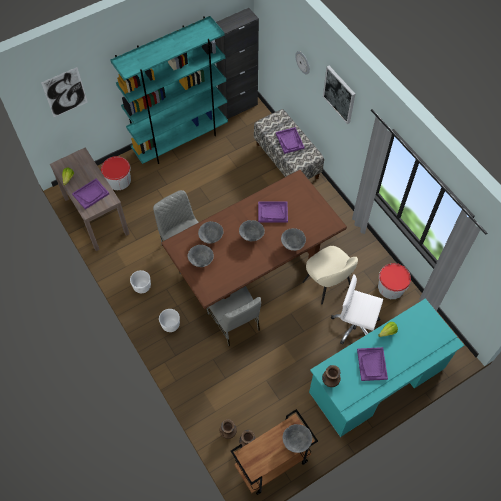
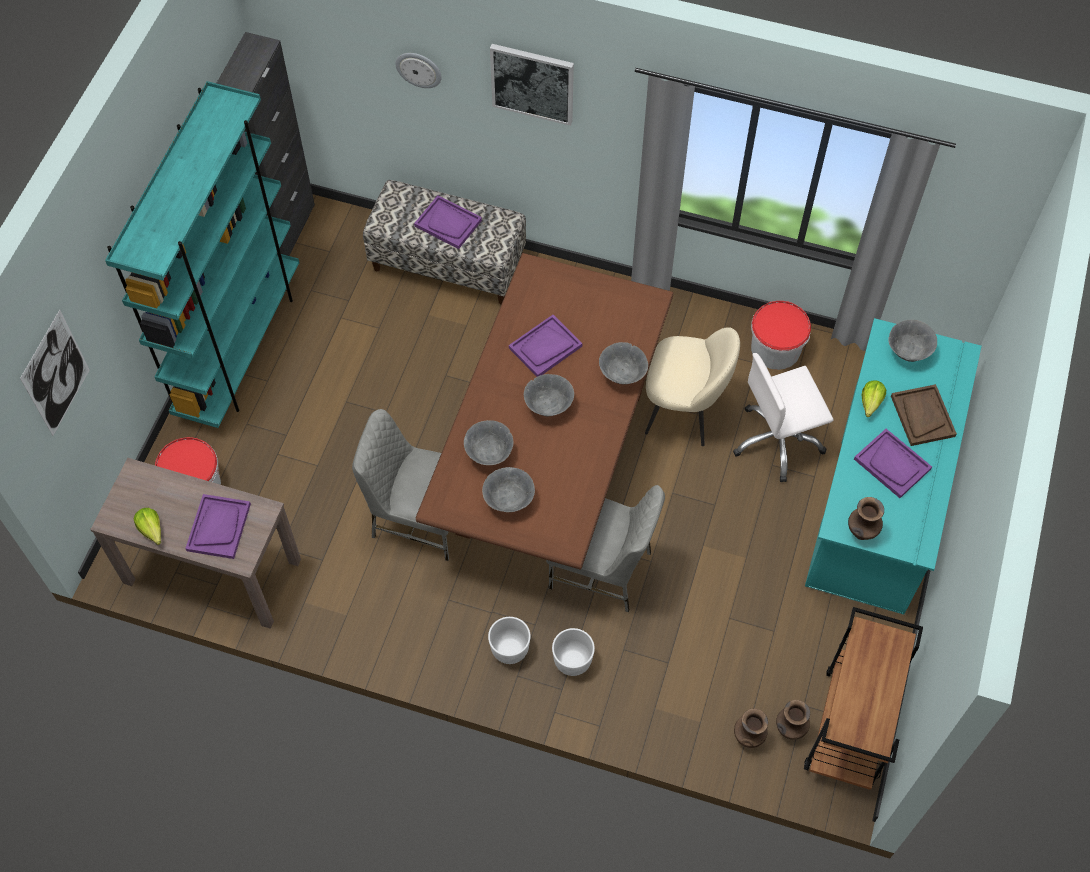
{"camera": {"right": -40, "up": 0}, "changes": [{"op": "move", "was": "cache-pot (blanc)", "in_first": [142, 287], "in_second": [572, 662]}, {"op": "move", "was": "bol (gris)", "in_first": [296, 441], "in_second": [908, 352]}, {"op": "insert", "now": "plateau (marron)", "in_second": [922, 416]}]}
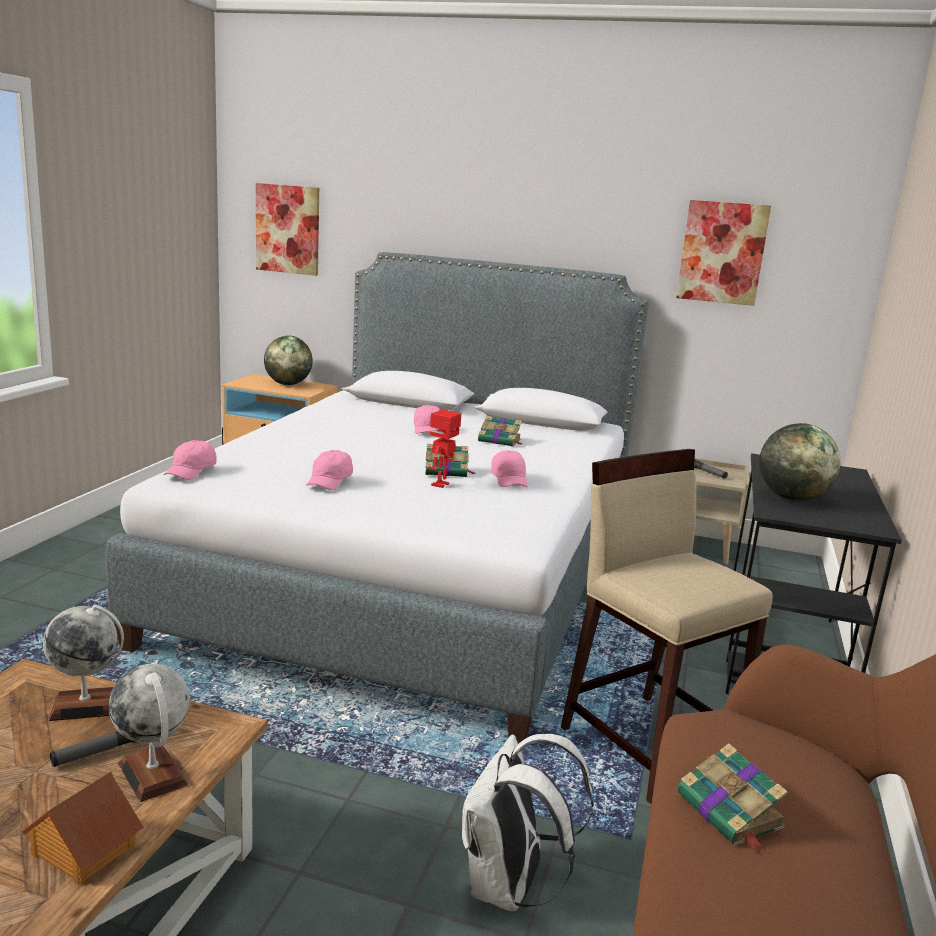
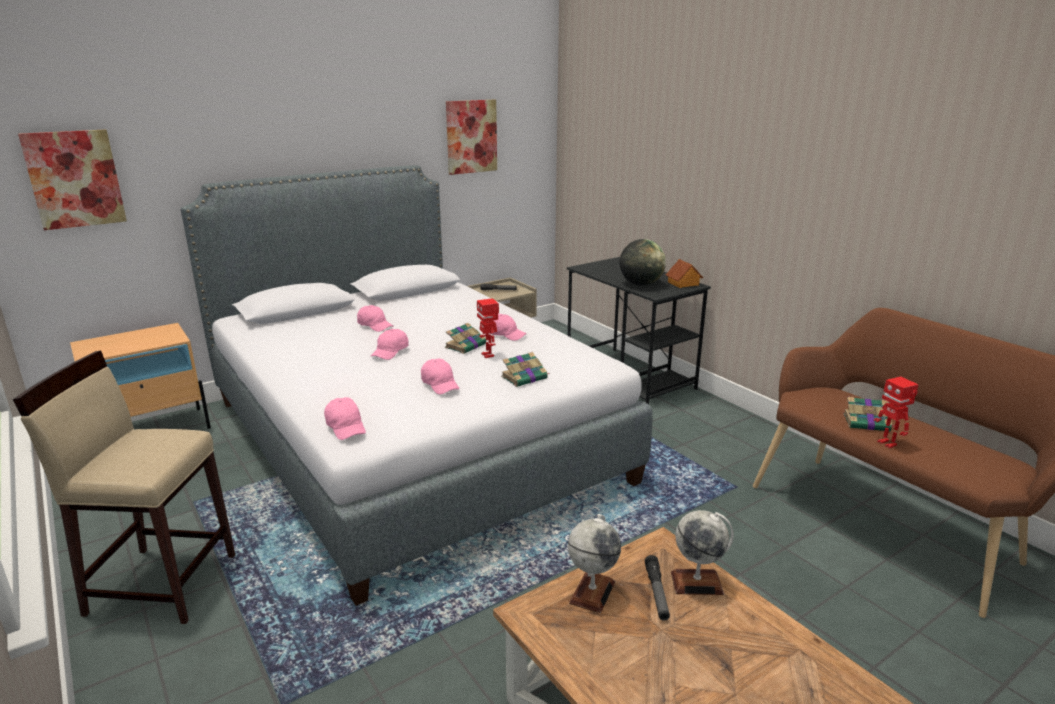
{"camera": {"right": -50, "up": 5}, "changes": [{"op": "delete", "was": "globe", "in_first": [288, 384]}, {"op": "move", "was": "livre", "in_first": [500, 440], "in_second": [525, 377]}, {"op": "move", "was": "tabouret (beige)", "in_first": [648, 744], "in_second": [162, 583]}, {"op": "delete", "was": "sac à dos (blanc)", "in_first": [509, 887]}, {"op": "move", "was": "maison miniature", "in_first": [83, 849], "in_second": [683, 284]}, {"op": "insert", "now": "casquette (rose)", "in_second": [390, 352]}, {"op": "insert", "now": "robot jouet", "in_second": [887, 443]}]}
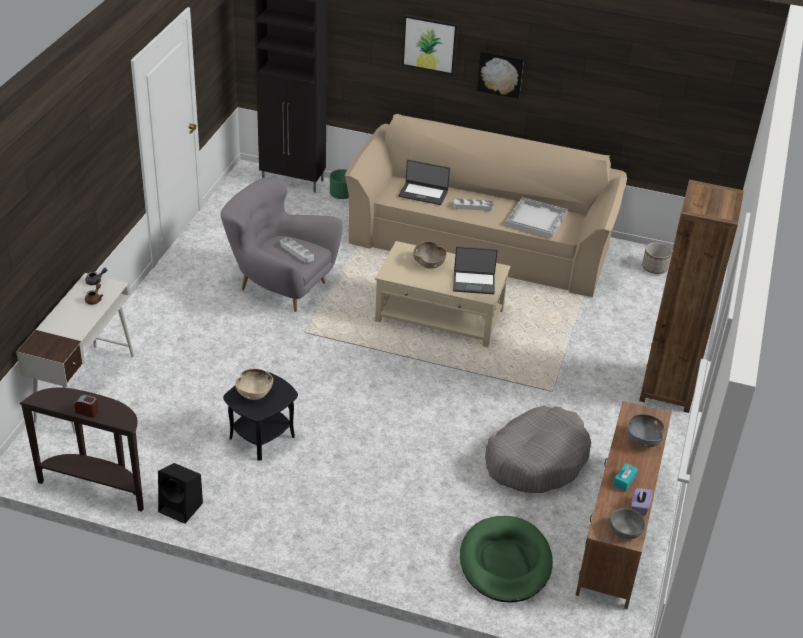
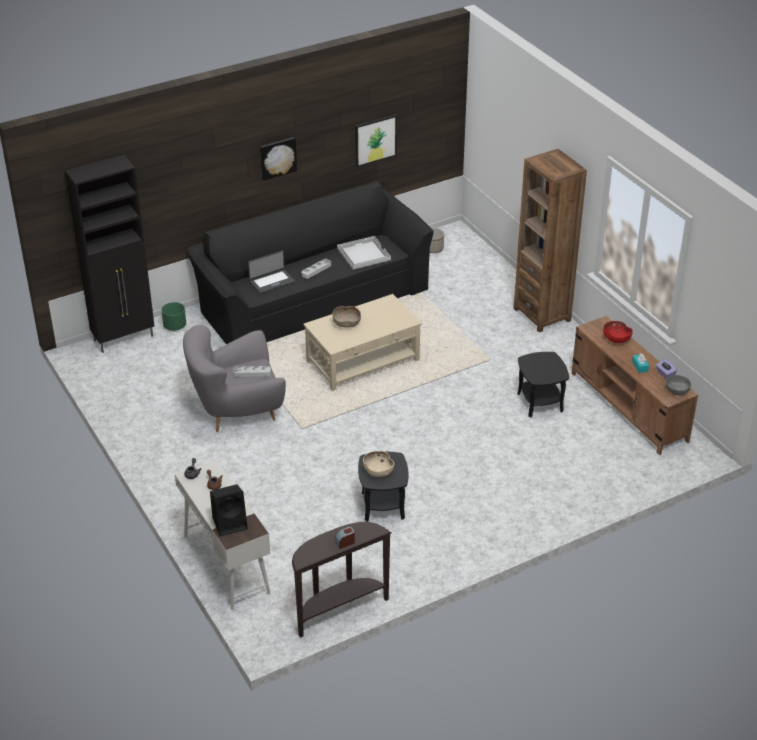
{"camera": {"right": -45, "up": 0}, "changes": [{"op": "move", "was": "tableau", "in_first": [429, 44], "in_second": [375, 140]}, {"op": "recolor", "was": "canapé (beige)", "now": "canapé (noir)", "in_first": [481, 240], "in_second": [311, 297]}, {"op": "delete", "was": "ordinateur portable", "in_first": [474, 283]}, {"op": "replace", "was": "panier pour chien (gris)", "now": "table d'appoint (noir)", "in_first": [536, 460], "in_second": [540, 402]}, {"op": "recolor", "was": "bol (gris)", "now": "bol (rouge)", "in_first": [643, 439], "in_second": [616, 339]}, {"op": "move", "was": "enceinte (noir)", "in_first": [182, 507], "in_second": [230, 523]}, {"op": "delete", "was": "panier pour chien (vert)", "in_first": [505, 562]}]}
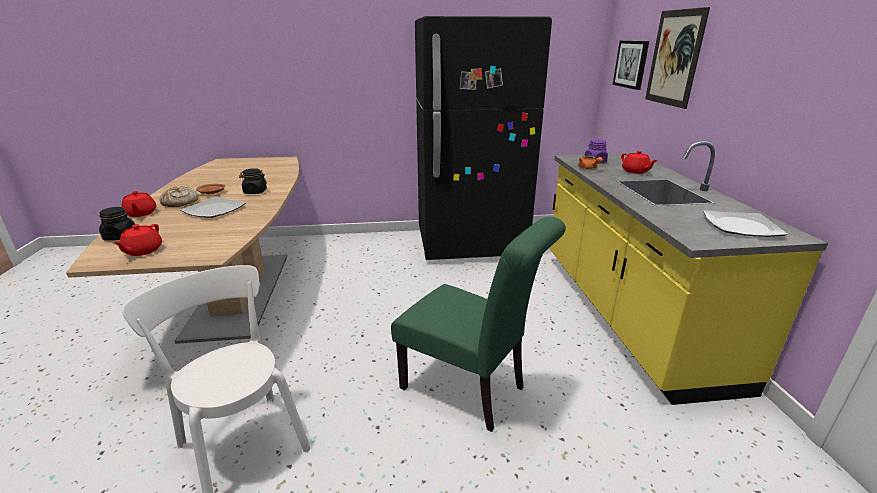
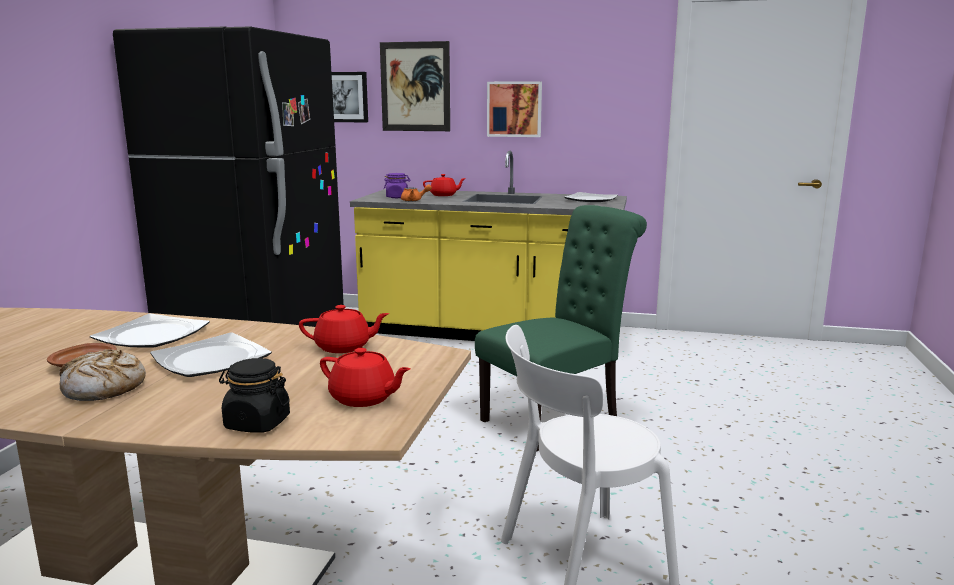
{"camera": {"right": -70, "up": -10}, "changes": [{"op": "replace", "was": "bocal (noir)", "now": "assiette", "in_first": [255, 192], "in_second": [152, 335]}, {"op": "move", "was": "théière (rouge)", "in_first": [140, 213], "in_second": [344, 347]}, {"op": "insert", "now": "tableau", "in_second": [514, 109]}]}
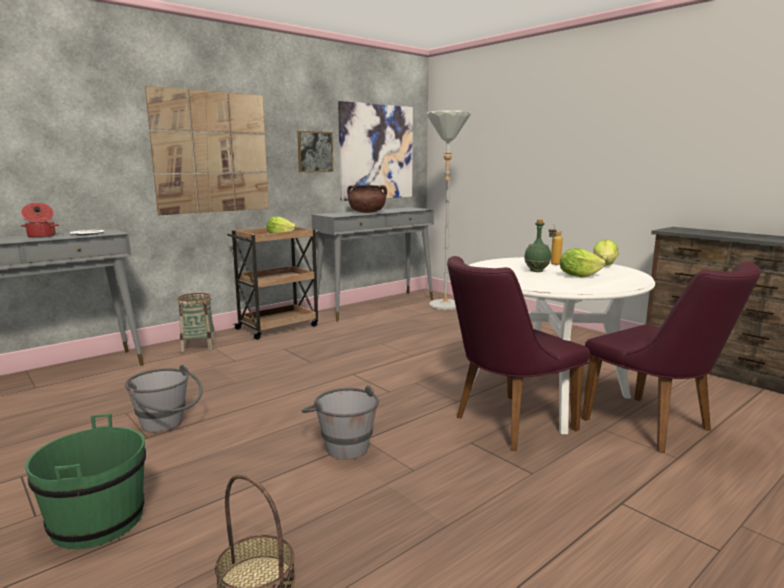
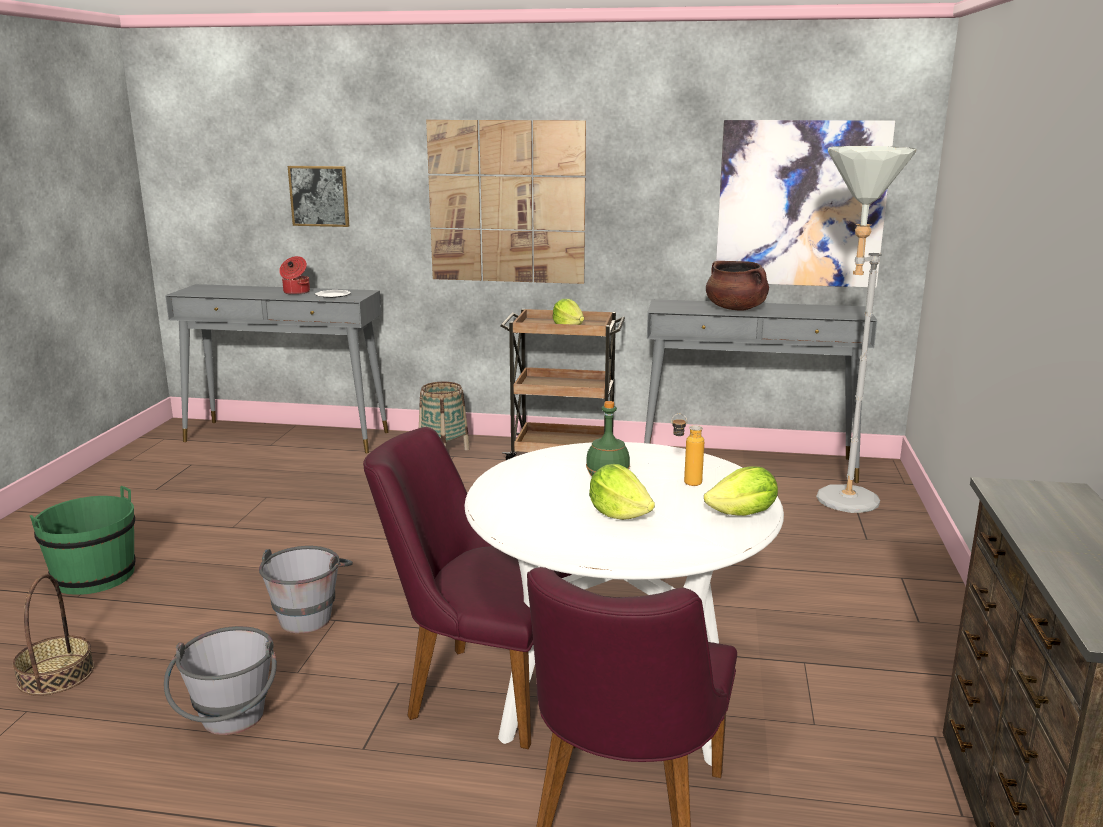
{"camera": {"right": 50, "up": 5}, "changes": [{"op": "move", "was": "tableau", "in_first": [315, 151], "in_second": [319, 196]}, {"op": "move", "was": "seau (gris)", "in_first": [167, 426], "in_second": [230, 724]}]}
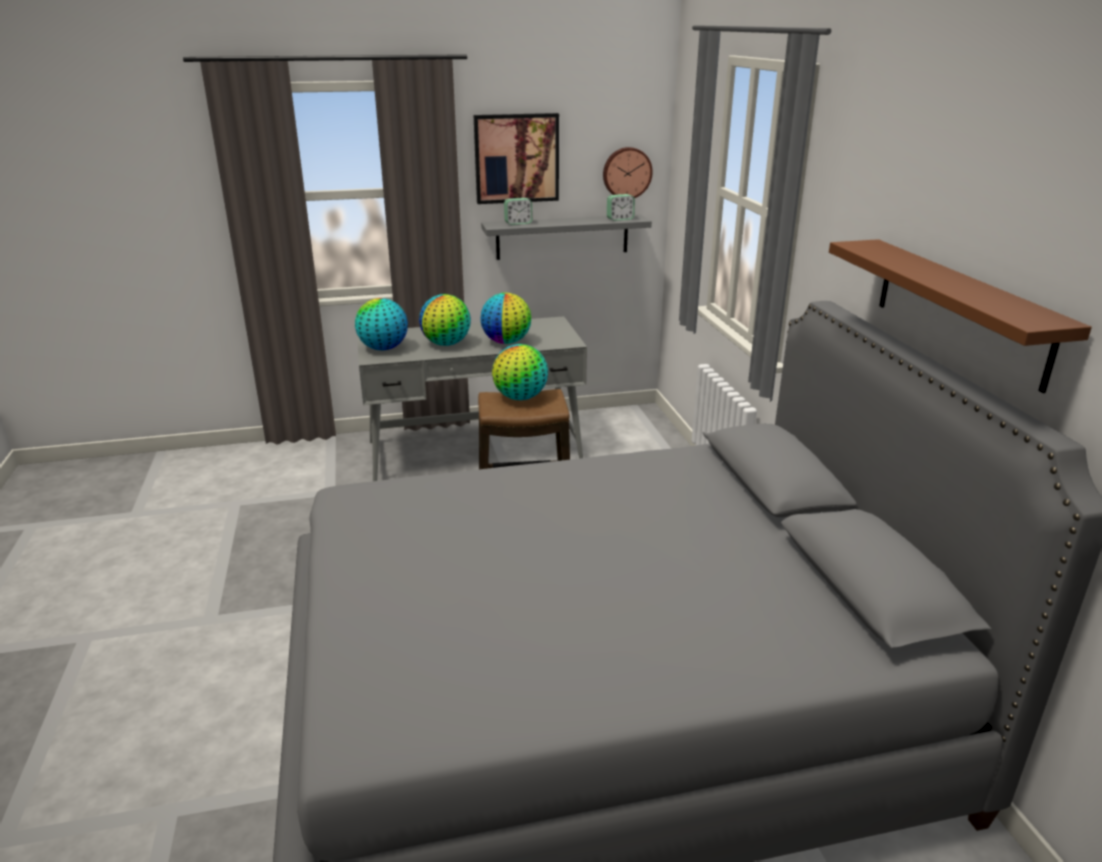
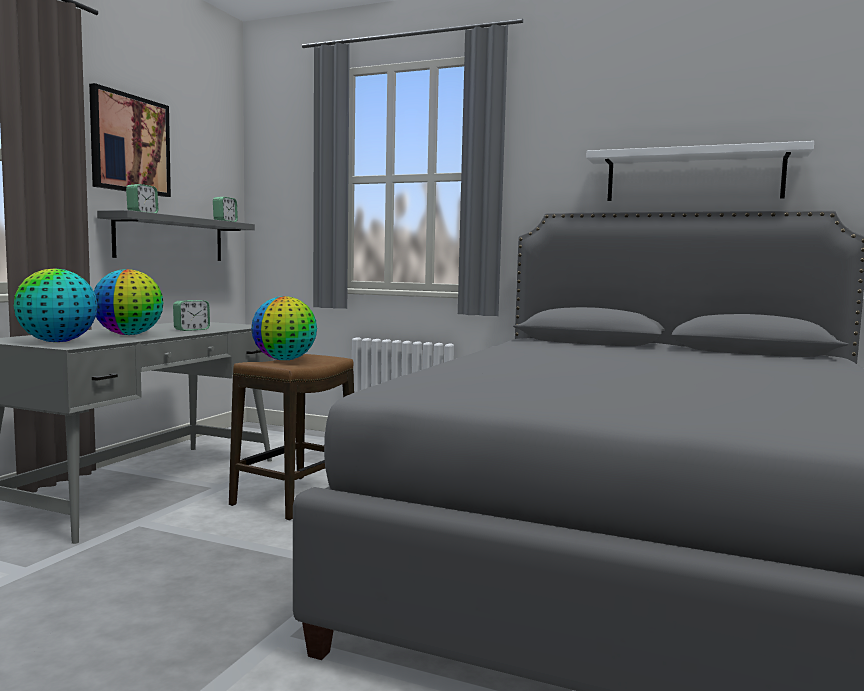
{"camera": {"right": -55, "up": -20}, "changes": [{"op": "delete", "was": "horloge murale", "in_first": [626, 173]}, {"op": "recolor", "was": "étagère (marron)", "now": "étagère (blanc)", "in_first": [960, 310], "in_second": [693, 176]}, {"op": "replace", "was": "globe", "now": "réveil", "in_first": [506, 342], "in_second": [191, 330]}]}
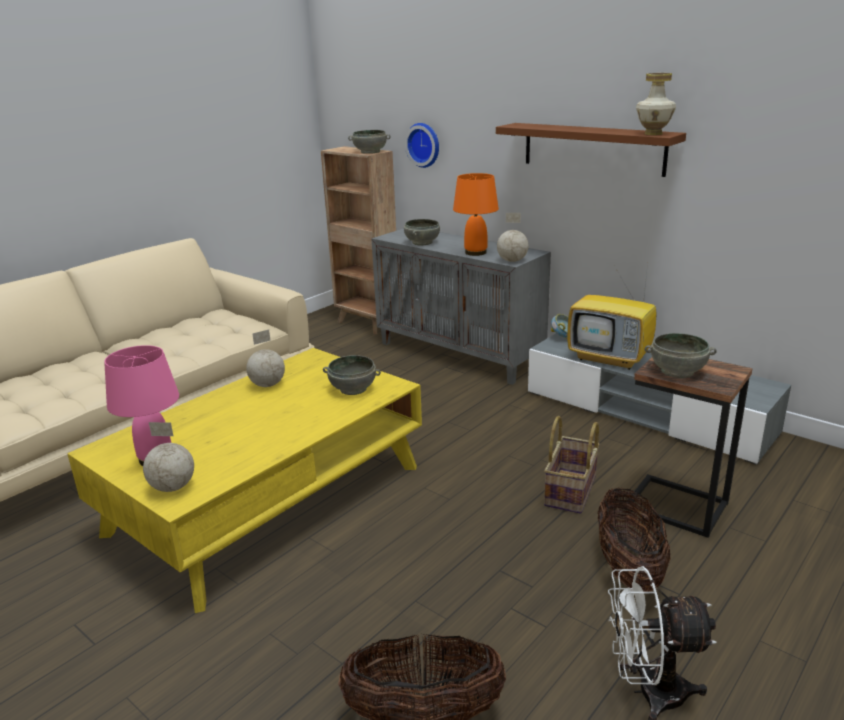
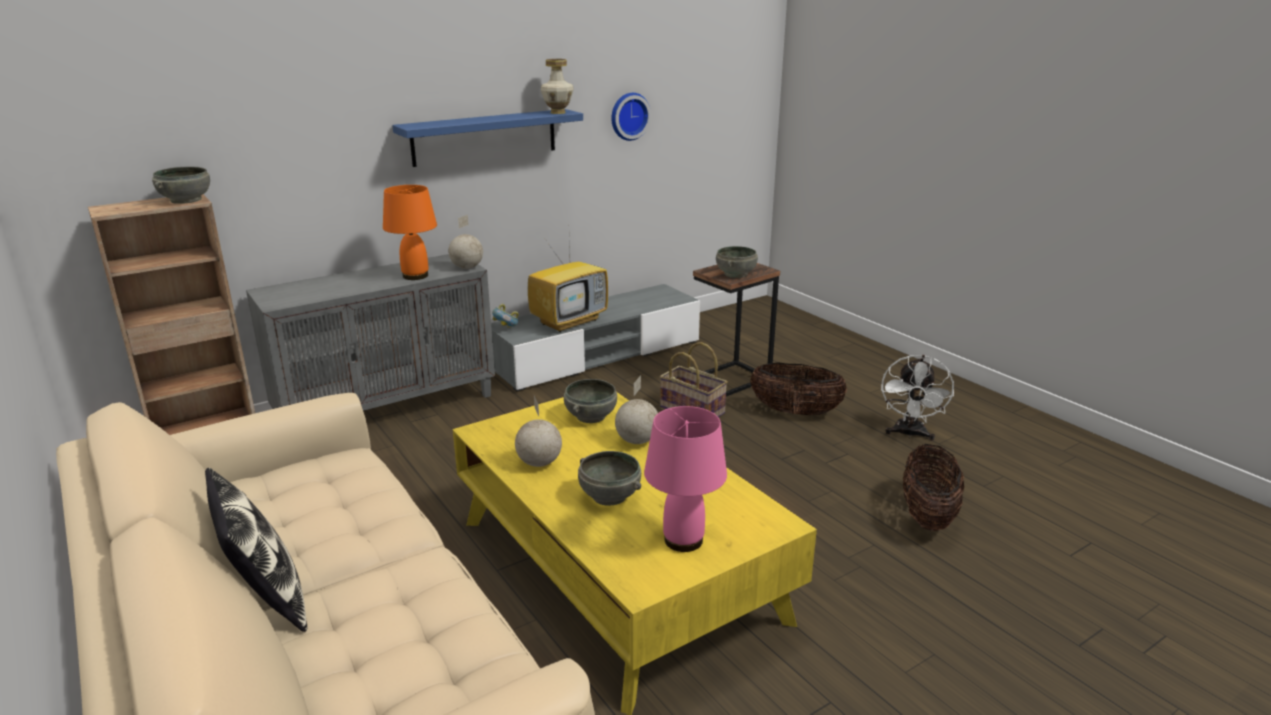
{"camera": {"right": -75, "up": 0}, "changes": [{"op": "move", "was": "horloge murale", "in_first": [424, 144], "in_second": [628, 116]}, {"op": "recolor", "was": "étagère (marron)", "now": "étagère (bleu)", "in_first": [593, 148], "in_second": [485, 137]}, {"op": "move", "was": "bol (gris)", "in_first": [421, 242], "in_second": [609, 496]}, {"op": "move", "was": "globe", "in_first": [172, 487], "in_second": [636, 441]}, {"op": "insert", "now": "coussin", "in_second": [267, 600]}]}
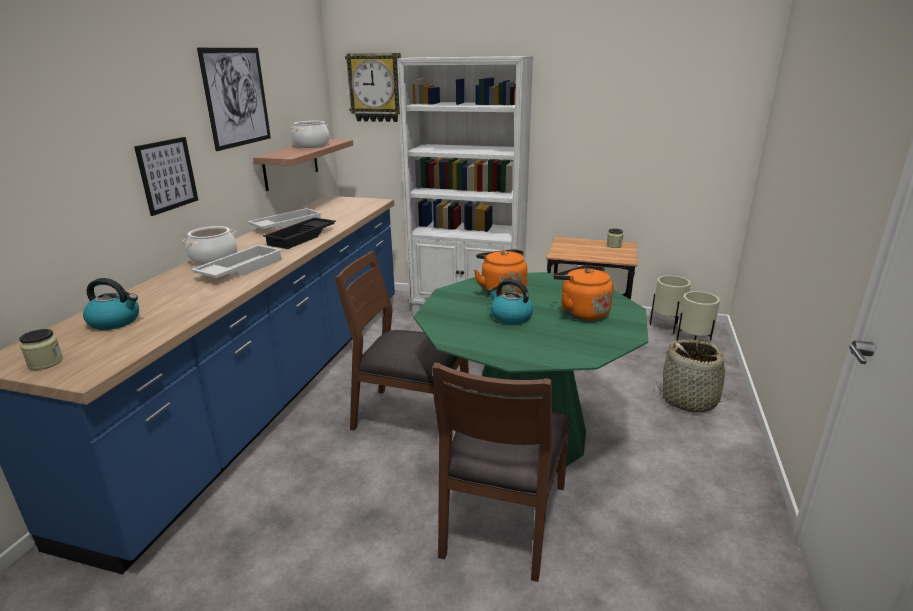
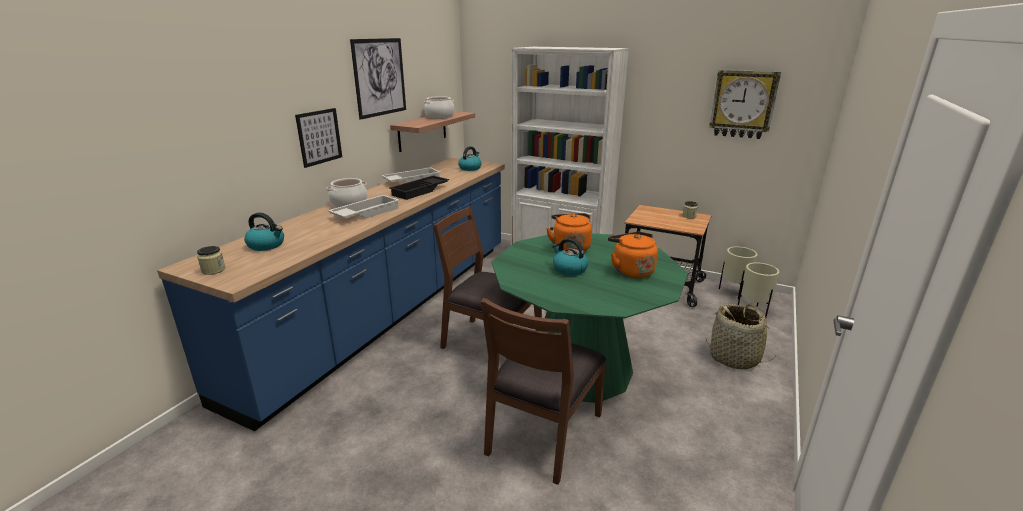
{"camera": {"right": 10, "up": 0}, "changes": [{"op": "move", "was": "horloge murale", "in_first": [376, 88], "in_second": [743, 104]}, {"op": "insert", "now": "bouilloire", "in_second": [470, 168]}]}
